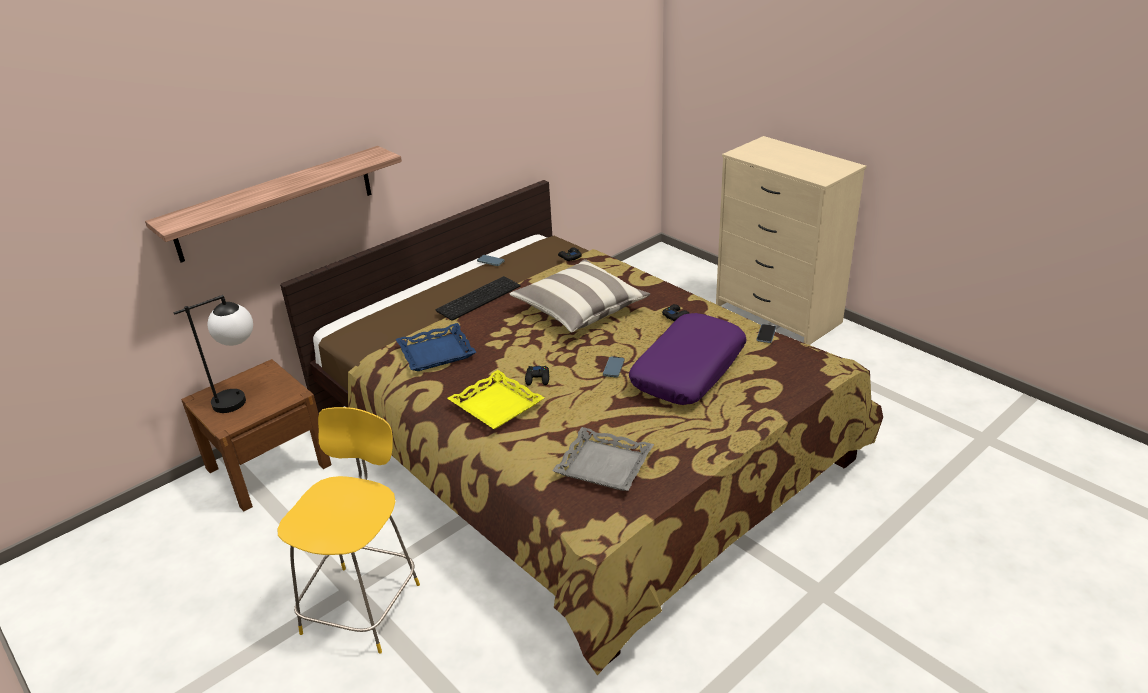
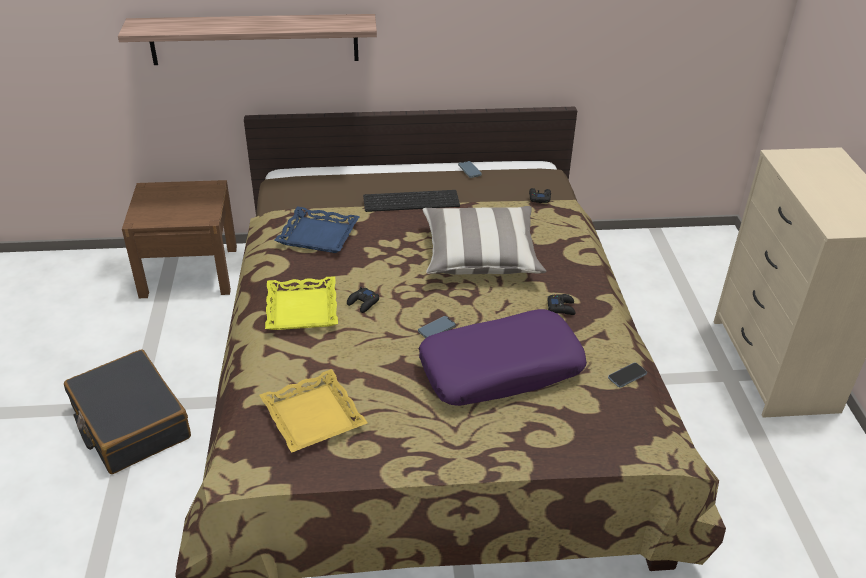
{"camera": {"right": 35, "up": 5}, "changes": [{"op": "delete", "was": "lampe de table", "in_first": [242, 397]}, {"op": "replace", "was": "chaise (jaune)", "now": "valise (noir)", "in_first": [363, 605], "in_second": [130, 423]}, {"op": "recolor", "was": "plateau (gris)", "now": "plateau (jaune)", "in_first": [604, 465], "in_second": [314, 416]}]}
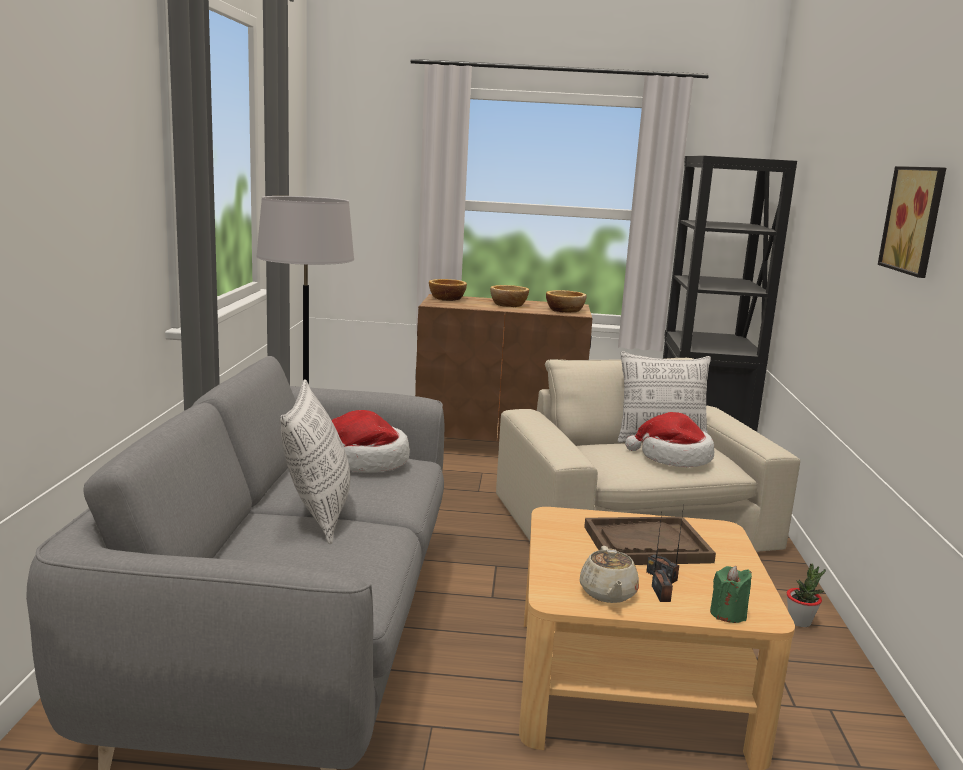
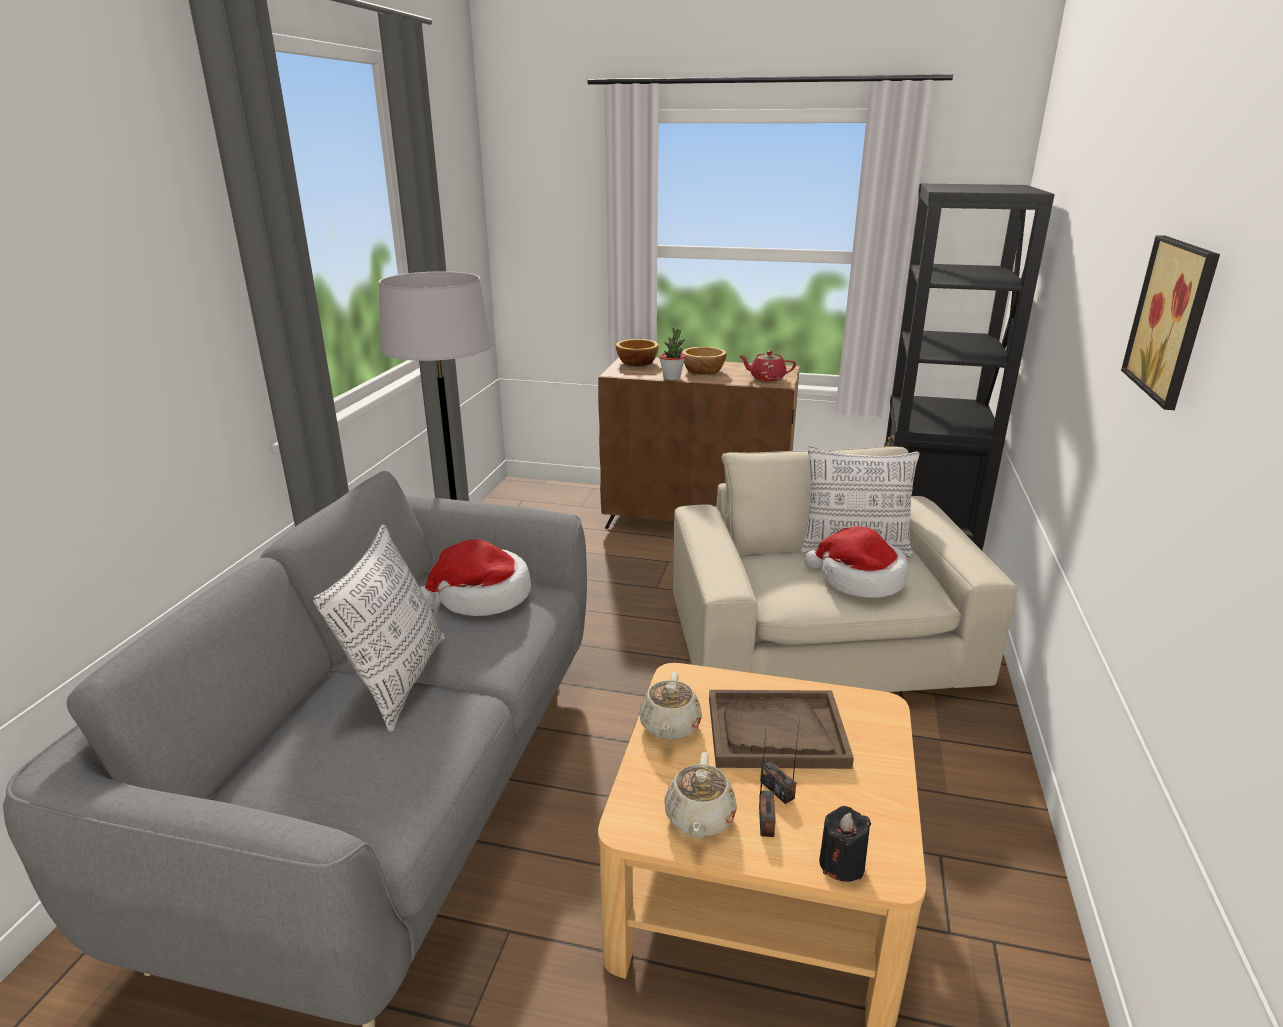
{"camera": {"right": 10, "up": 10}, "changes": [{"op": "replace", "was": "bol", "now": "théière (rouge)", "in_first": [565, 310], "in_second": [766, 378]}, {"op": "move", "was": "plante en pot", "in_first": [800, 622], "in_second": [672, 378]}, {"op": "recolor", "was": "bougie (vert)", "now": "bougie (noir)", "in_first": [728, 614], "in_second": [841, 864]}, {"op": "insert", "now": "théière (beige)", "in_second": [669, 726]}]}
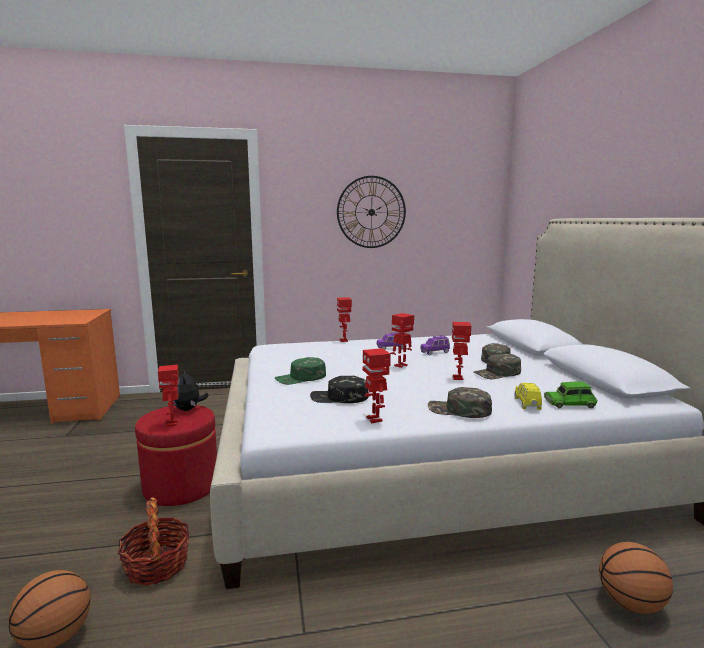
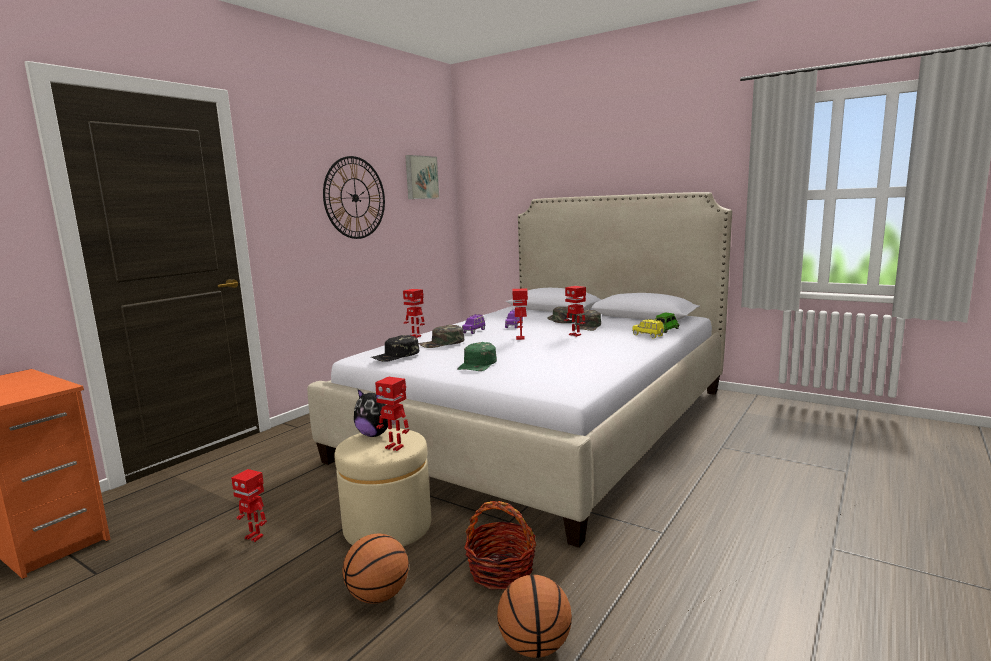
{"camera": {"right": -45, "up": 0}, "changes": [{"op": "move", "was": "robot jouet", "in_first": [375, 419], "in_second": [255, 536]}, {"op": "move", "was": "casquette (noir)", "in_first": [339, 397], "in_second": [396, 355]}, {"op": "move", "was": "casquette (vert)", "in_first": [459, 410], "in_second": [441, 343]}, {"op": "recolor", "was": "pouf (rouge)", "now": "pouf (beige)", "in_first": [181, 486], "in_second": [387, 527]}, {"op": "move", "was": "ballon de basket", "in_first": [630, 603], "in_second": [378, 596]}, {"op": "insert", "now": "tableau", "in_second": [421, 177]}]}
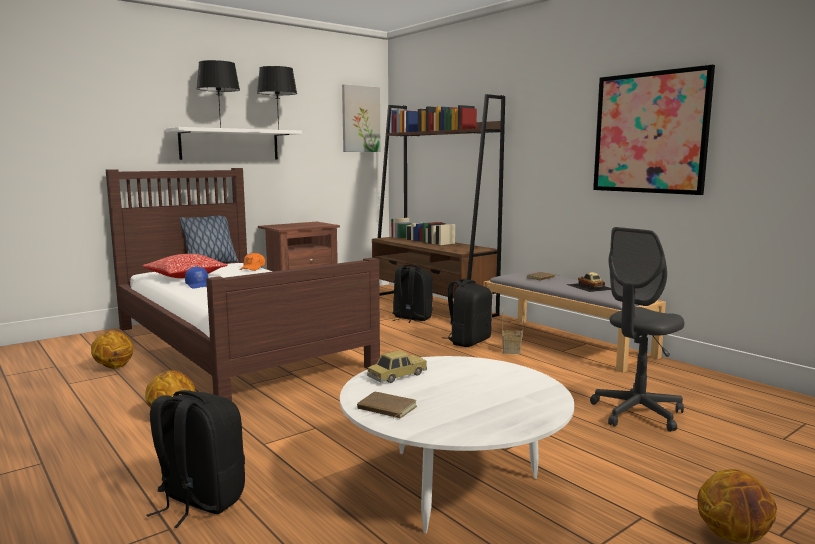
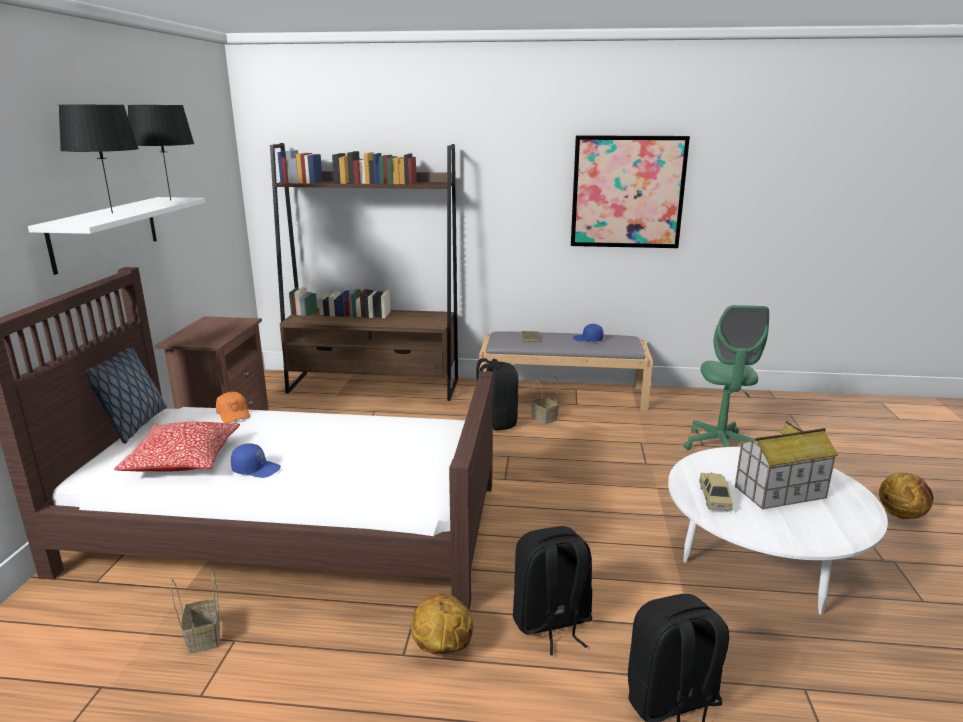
{"camera": {"right": -45, "up": 10}, "changes": [{"op": "delete", "was": "tableau", "in_first": [360, 119]}, {"op": "recolor", "was": "chaise de bureau (gris)", "now": "chaise de bureau (vert)", "in_first": [637, 413], "in_second": [720, 446]}, {"op": "move", "was": "sac à dos (noir)", "in_first": [411, 318], "in_second": [551, 623]}, {"op": "replace", "was": "petite voiture", "now": "casquette (bleu)", "in_first": [590, 287], "in_second": [588, 339]}, {"op": "replace", "was": "ballon de basket", "now": "panier", "in_first": [113, 367], "in_second": [203, 636]}, {"op": "delete", "was": "livre (marron)", "in_first": [386, 409]}, {"op": "insert", "now": "maison miniature", "in_second": [779, 492]}]}
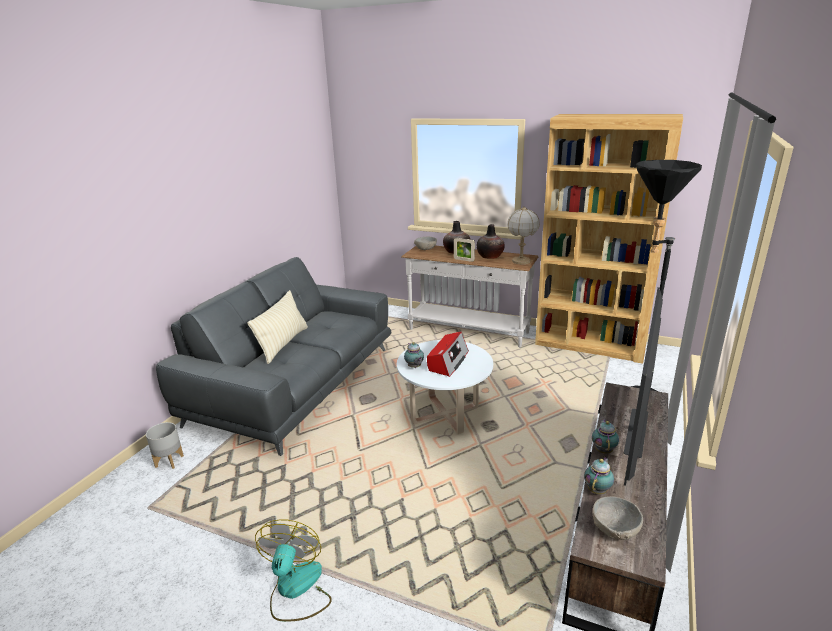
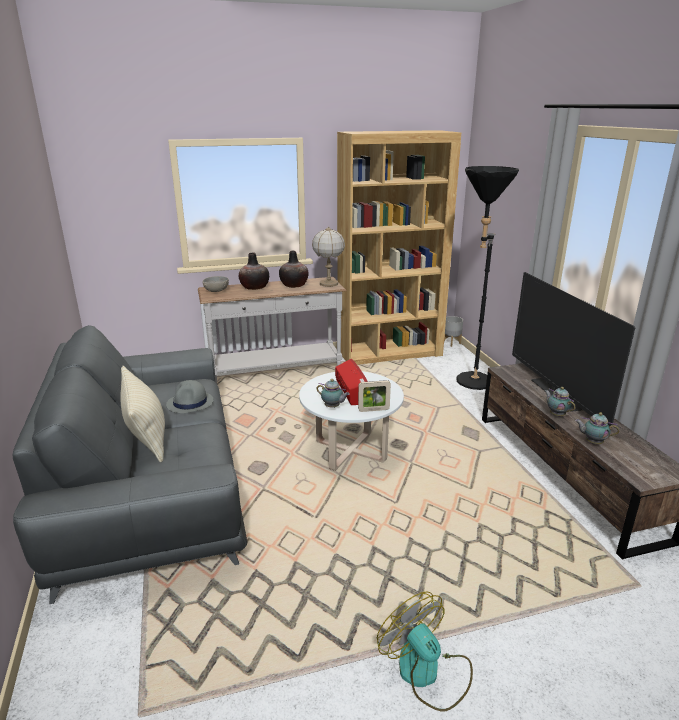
{"camera": {"right": -40, "up": 0}, "changes": [{"op": "move", "was": "cadre photo", "in_first": [464, 260], "in_second": [373, 410]}, {"op": "move", "was": "cache-pot (gris)", "in_first": [169, 461], "in_second": [451, 343]}, {"op": "rotate", "was": "théière", "in_first": [597, 490], "in_second": [592, 442], "clockwise": -60}, {"op": "delete", "was": "bol (gris)", "in_first": [614, 529]}, {"op": "insert", "now": "chapeau (gris)", "in_second": [190, 403]}]}
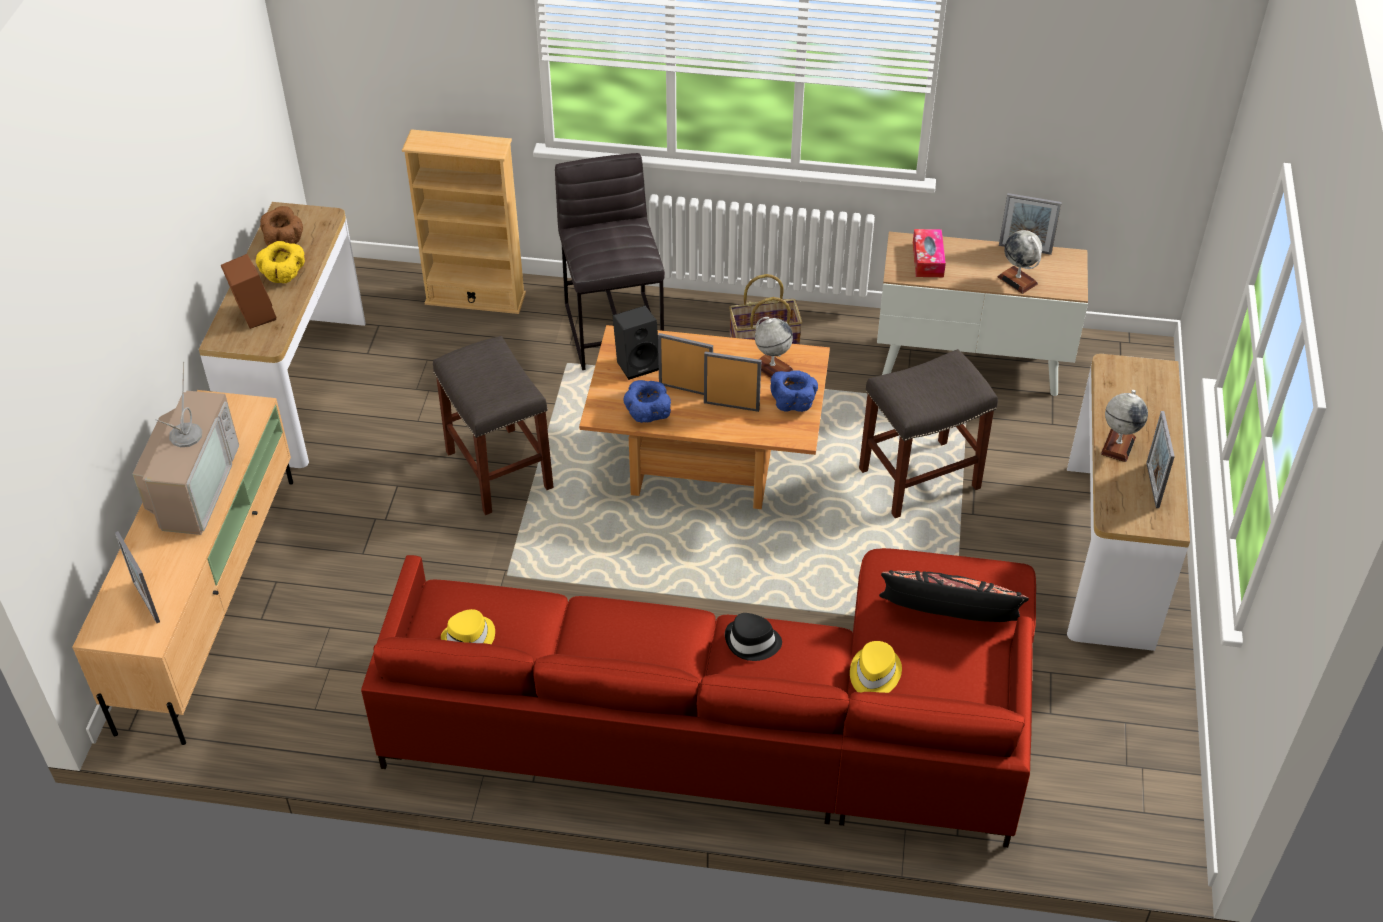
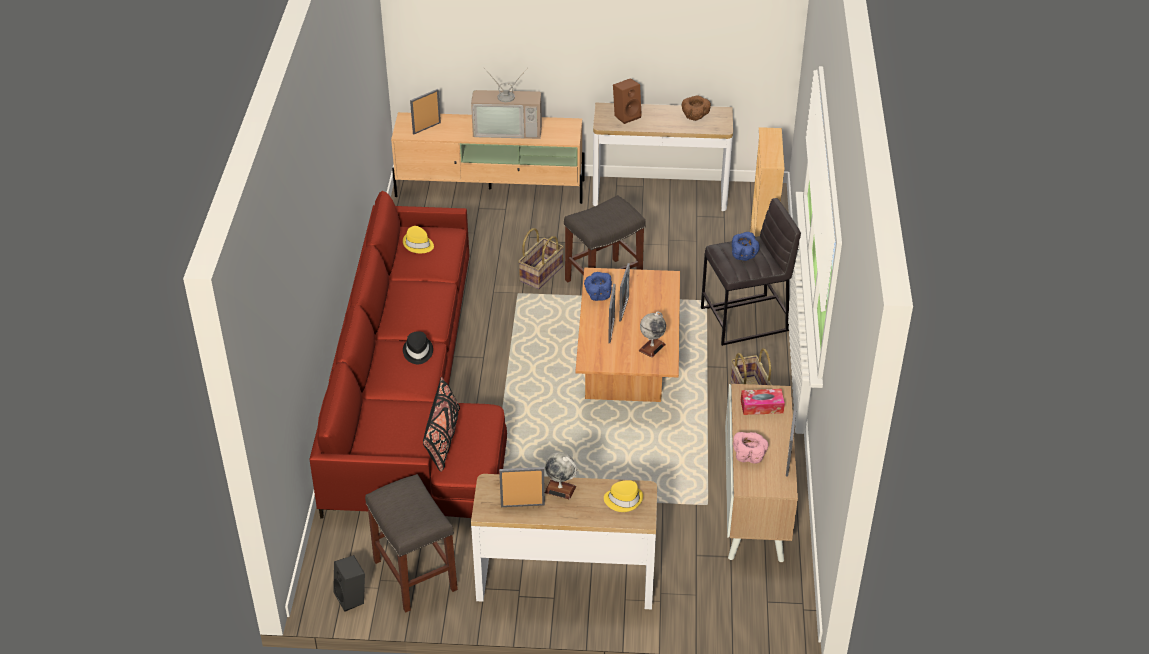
{"camera": {"right": 85, "up": -5}, "changes": [{"op": "replace", "was": "globe", "now": "bol (rose)", "in_first": [1017, 280], "in_second": [749, 455]}, {"op": "delete", "was": "bol (jaune)", "in_first": [284, 276]}, {"op": "move", "was": "enceinte (noir)", "in_first": [638, 363], "in_second": [352, 598]}, {"op": "move", "was": "tabouret (gris)", "in_first": [918, 479], "in_second": [414, 574]}, {"op": "move", "was": "bol (bleu)", "in_first": [793, 402], "in_second": [744, 255]}, {"op": "move", "was": "chapeau (jaune)", "in_first": [874, 673], "in_second": [623, 499]}, {"op": "insert", "now": "panier", "in_second": [540, 273]}]}
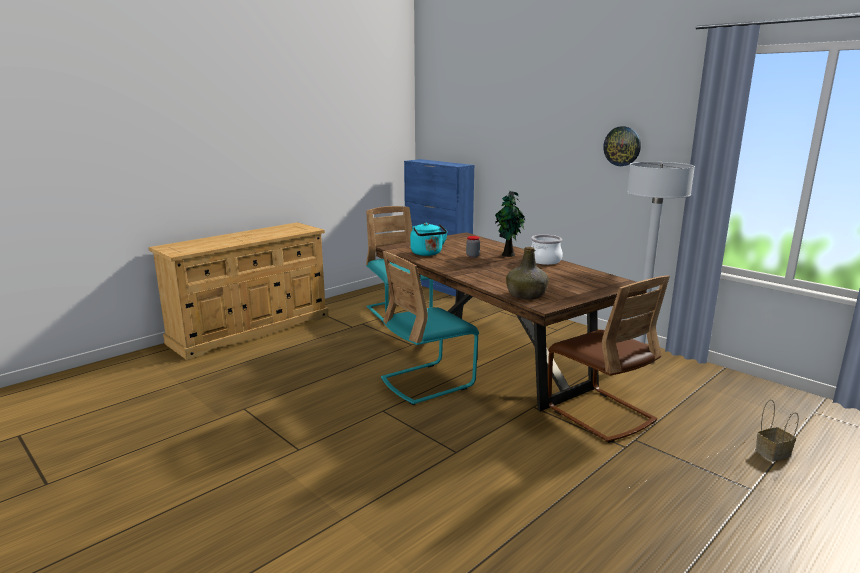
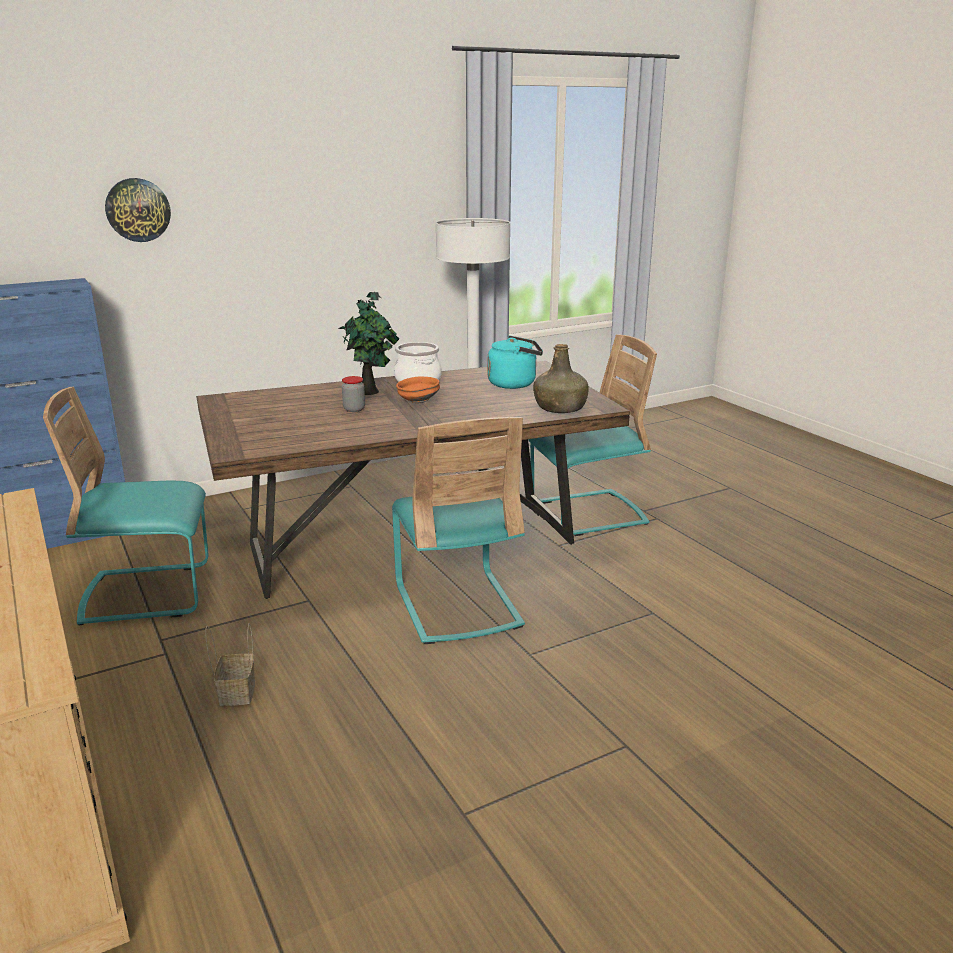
{"camera": {"right": -75, "up": 5}, "changes": [{"op": "move", "was": "horloge murale", "in_first": [622, 146], "in_second": [138, 210]}, {"op": "move", "was": "bouilloire (turquoise)", "in_first": [427, 253], "in_second": [515, 384]}, {"op": "recolor", "was": "chaise (marron)", "now": "chaise (turquoise)", "in_first": [600, 414], "in_second": [588, 514]}, {"op": "move", "was": "panier", "in_first": [773, 452], "in_second": [236, 691]}, {"op": "insert", "now": "bol (orange)", "in_second": [417, 401]}]}
